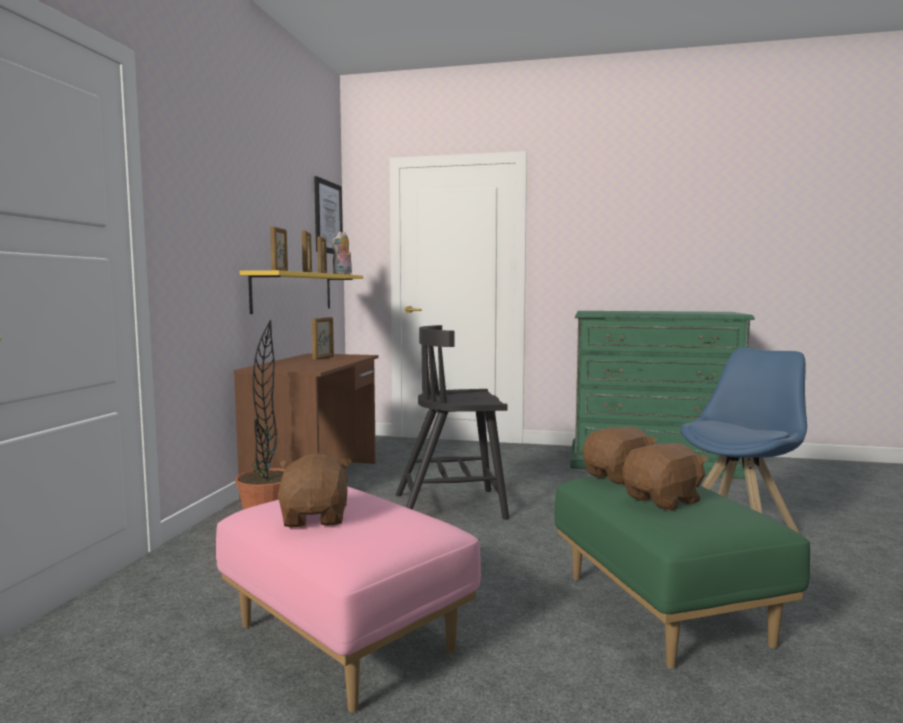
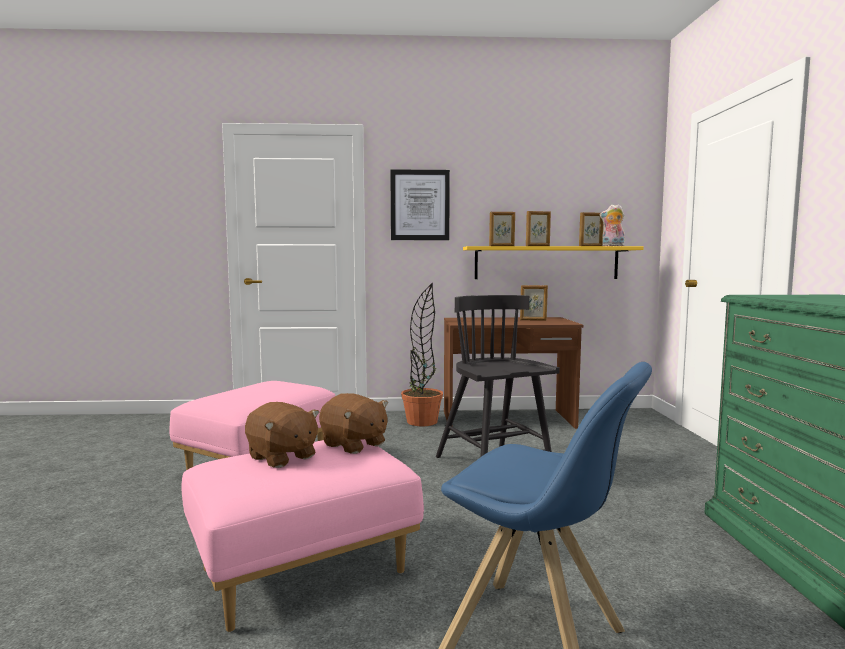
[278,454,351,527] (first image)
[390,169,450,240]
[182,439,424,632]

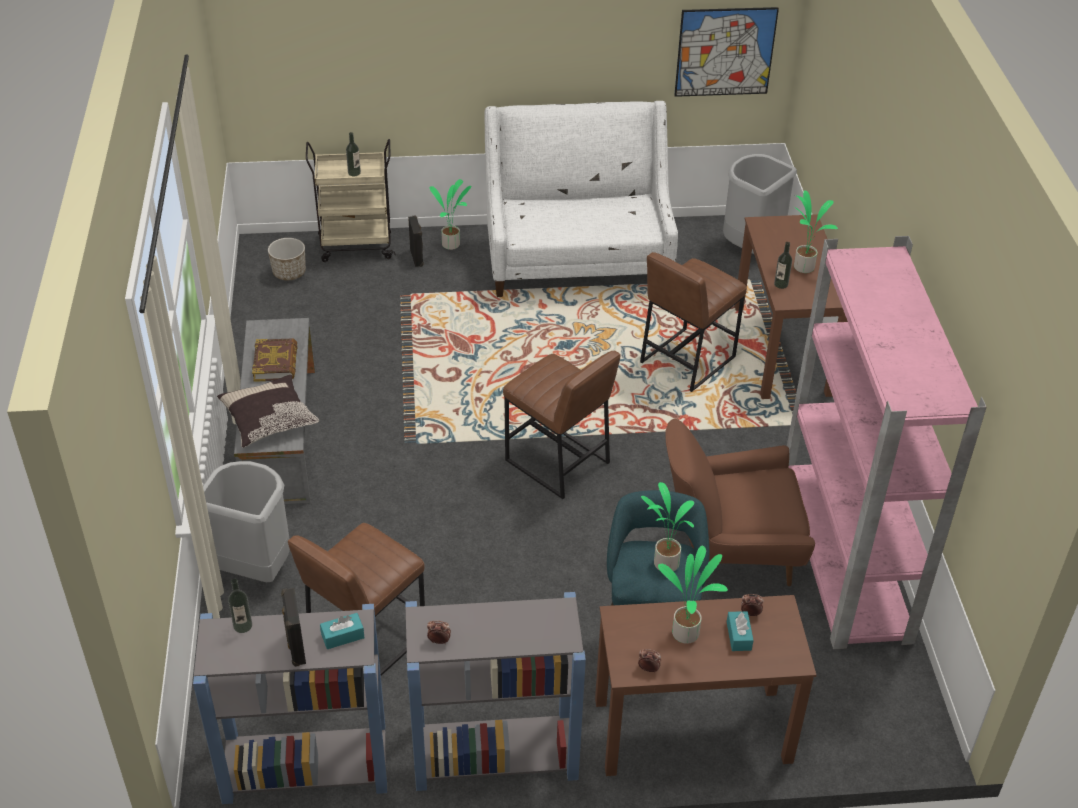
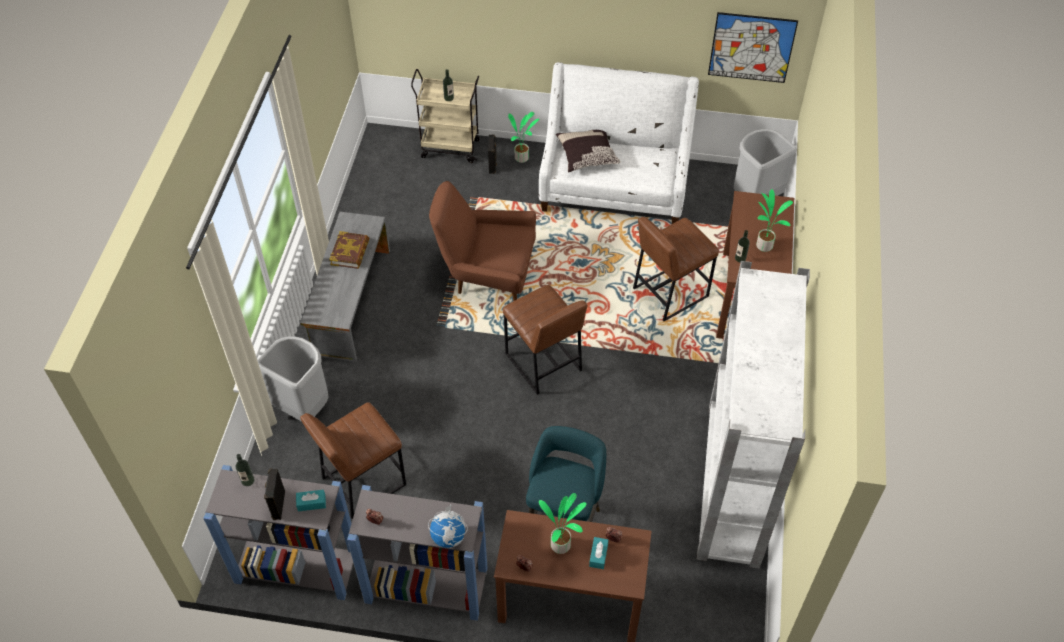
[268,238,306,280] (first image)
[641,482,694,572] (first image)
[428,504,468,548]
[556,130,621,172]
[429,181,536,301]
[696,261,810,569]

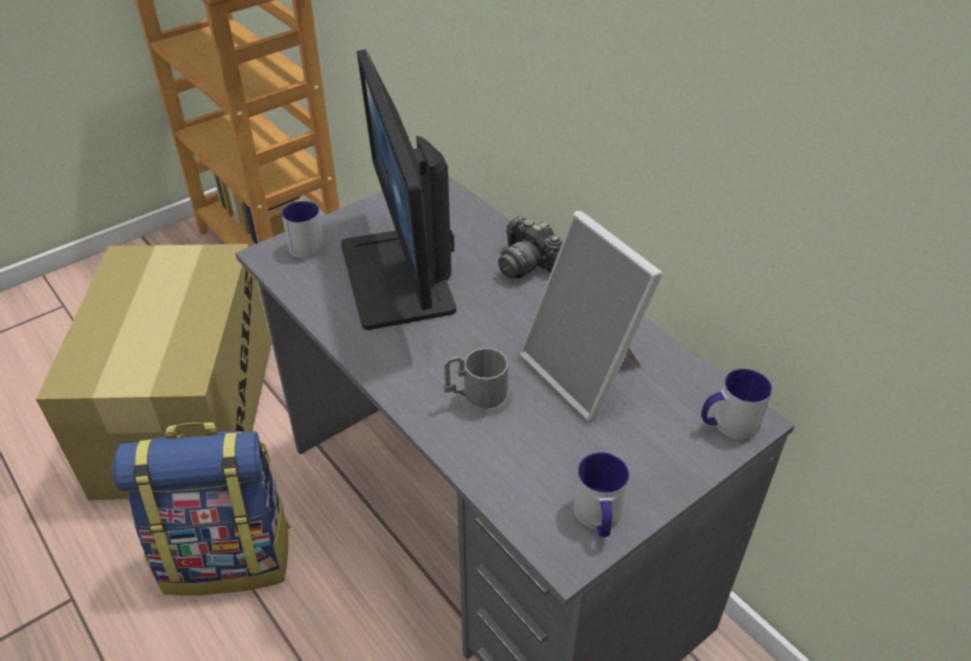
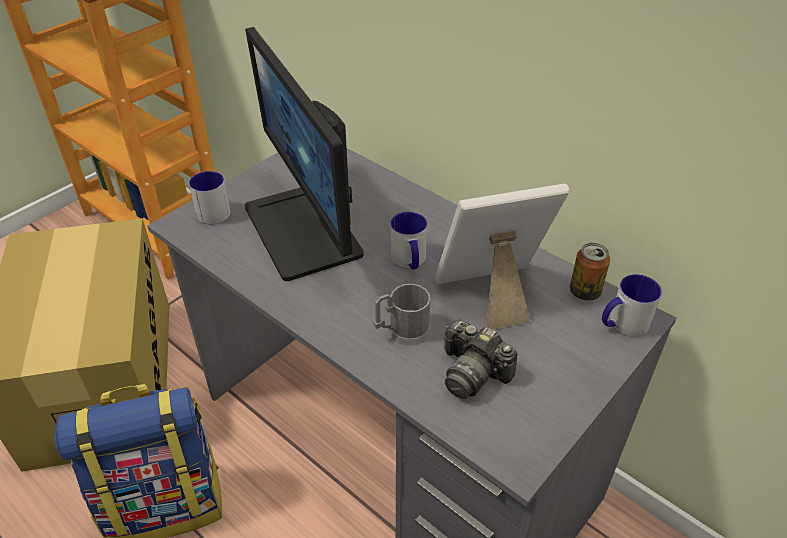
[570,243,610,301]
[444,319,518,399]
[390,212,427,269]
[435,184,570,329]

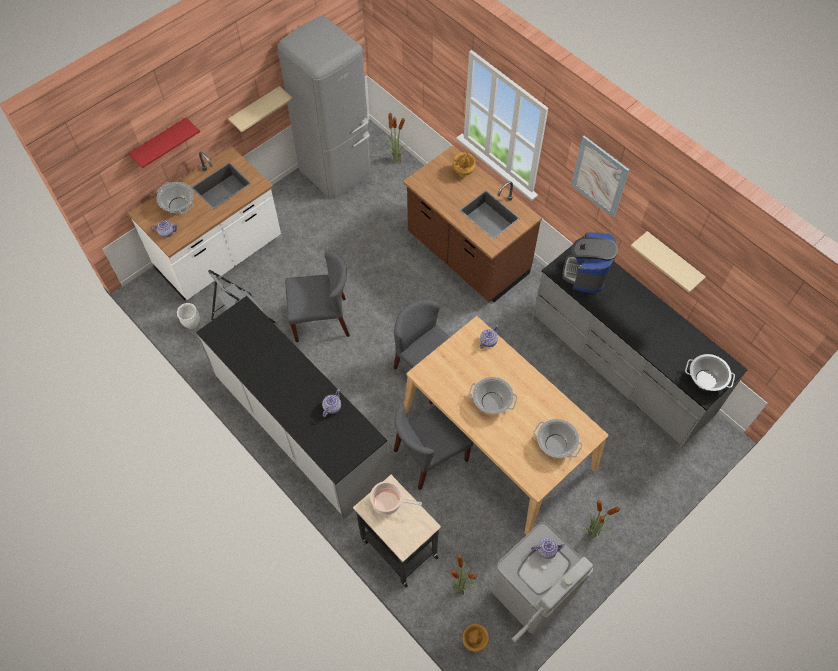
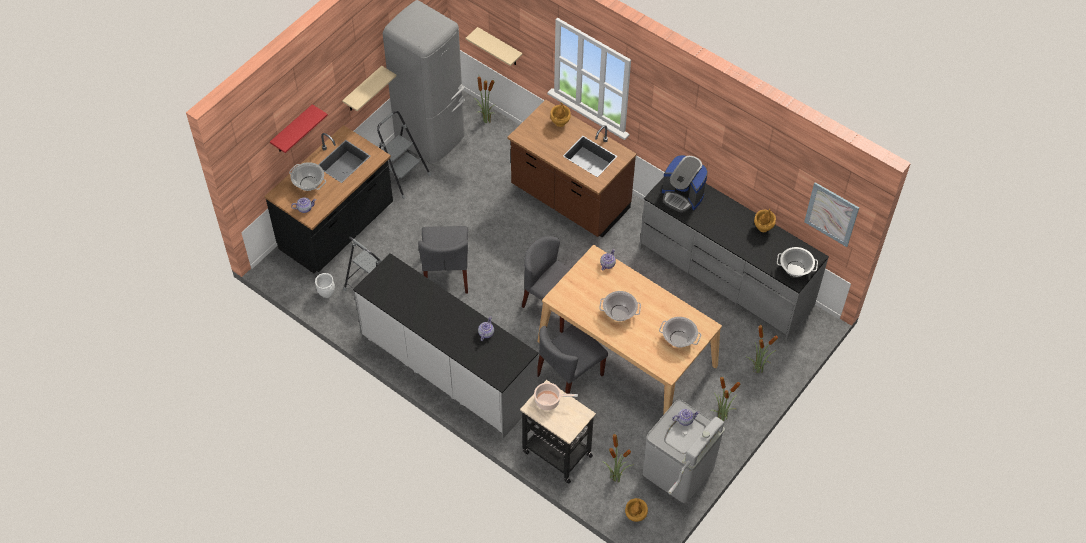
[377,111,431,199]
[747,325,778,373]
[754,209,776,232]
[804,182,859,247]
[465,27,523,66]
[264,125,393,273]
[418,226,468,294]
[662,155,708,213]

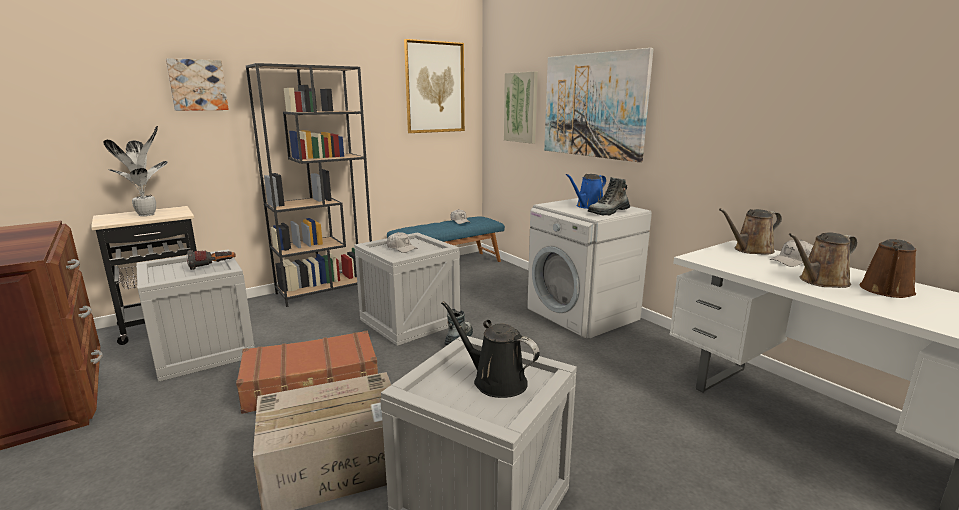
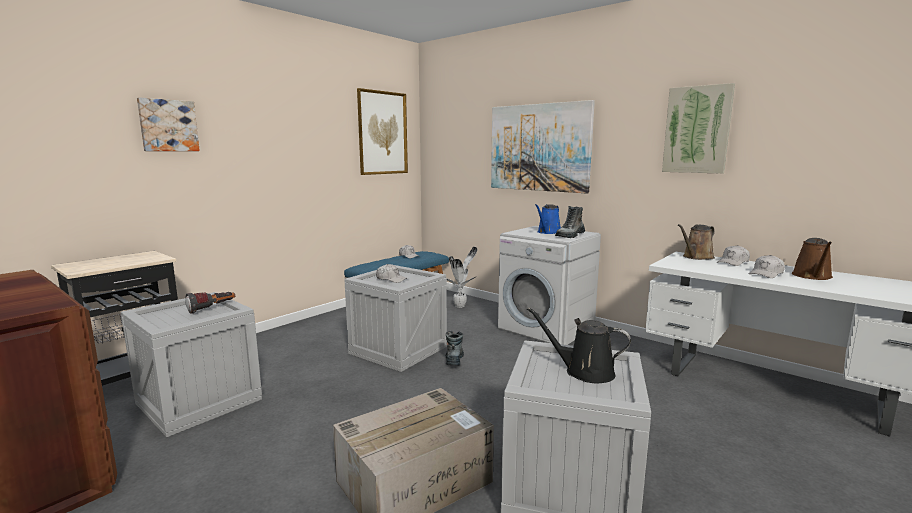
[236,331,378,414] (first image)
[246,63,372,307] (first image)
[447,247,477,308]
[662,83,735,174]
[749,255,785,278]

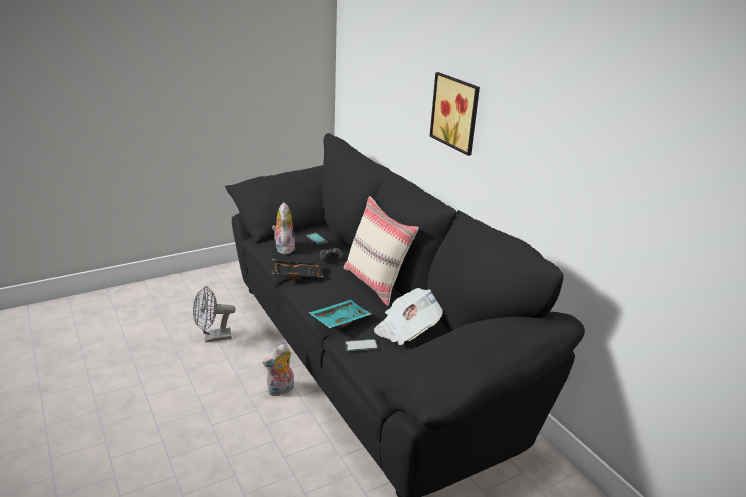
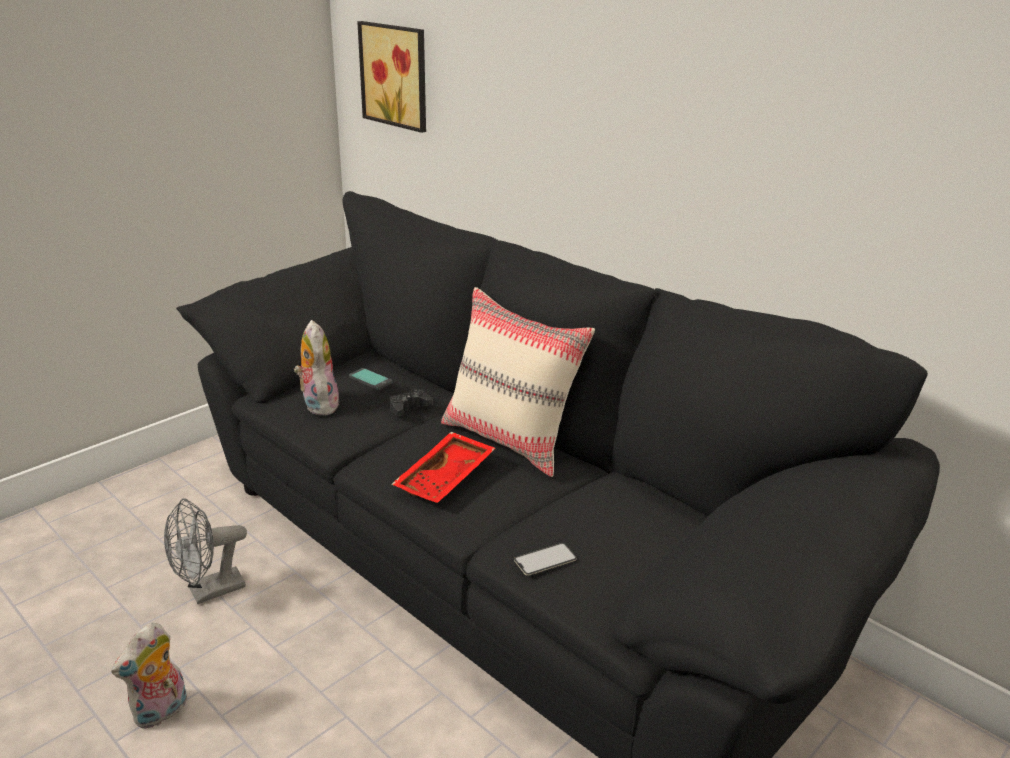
[272,259,323,279] (first image)
[309,300,371,328] (first image)
[374,288,443,345] (first image)
[392,432,495,503]
[111,622,187,729]
[357,21,426,133]

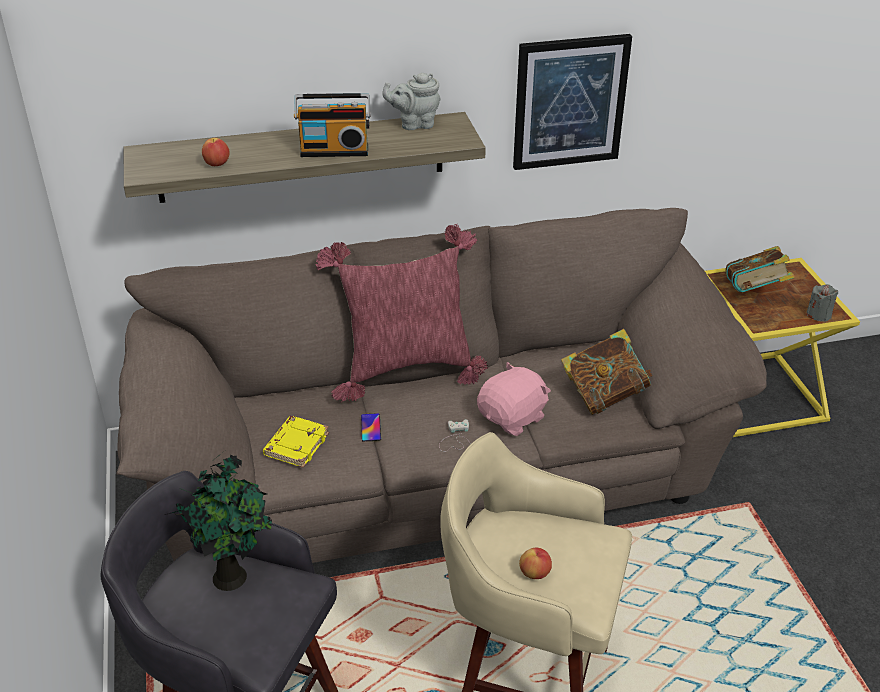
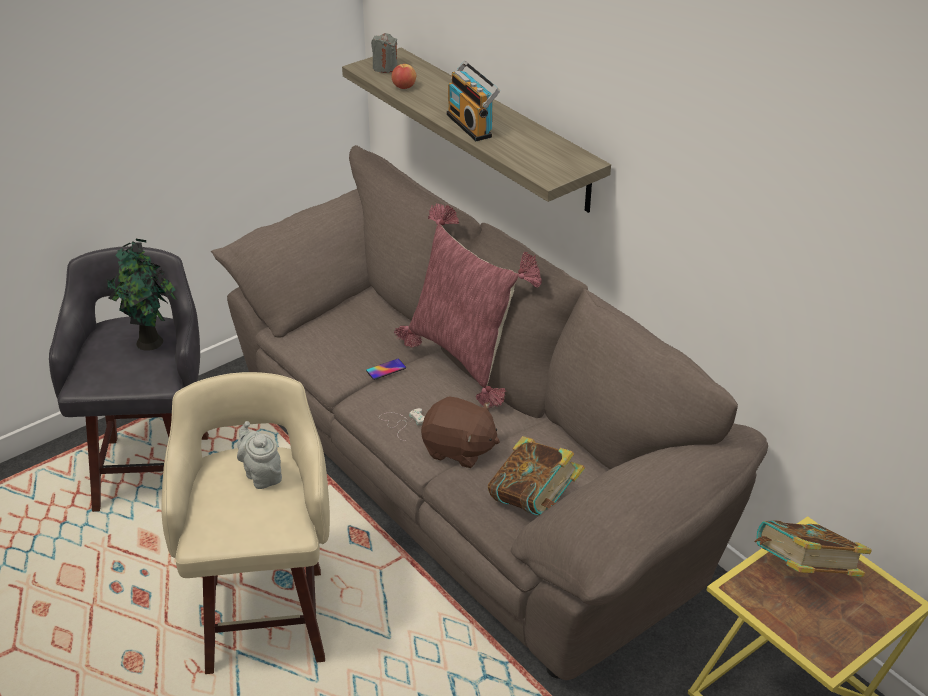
[263,416,329,468] (first image)
[513,34,632,170] (first image)
[519,548,552,579] (first image)
[237,421,282,489]
[371,33,397,73]
[421,396,500,468]

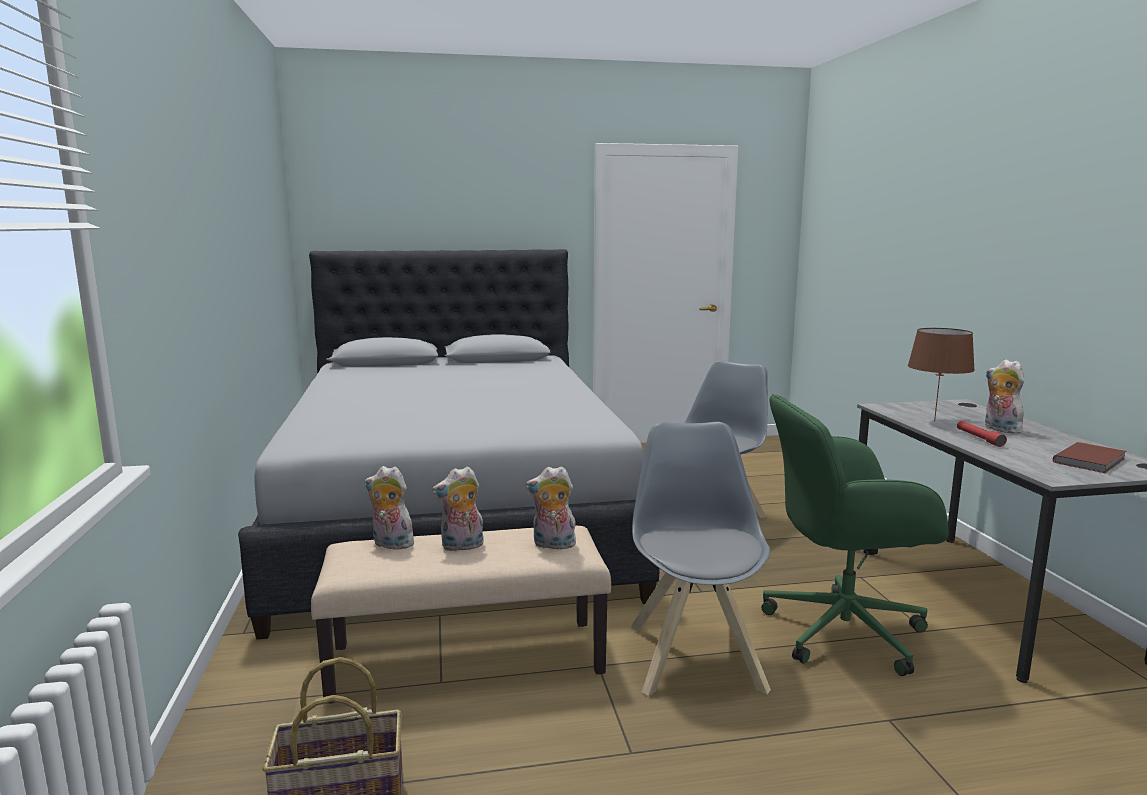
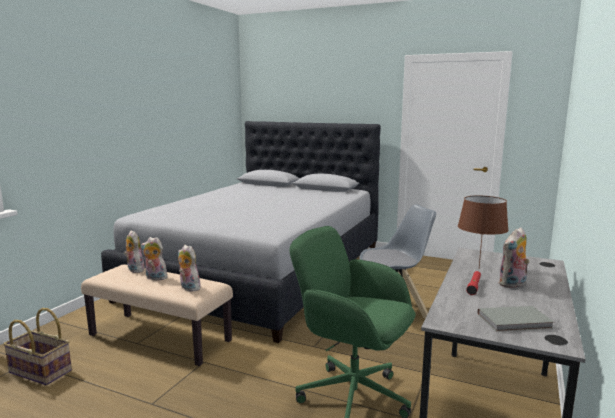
[630,422,771,696] (first image)
[477,306,554,332]
[499,228,530,288]

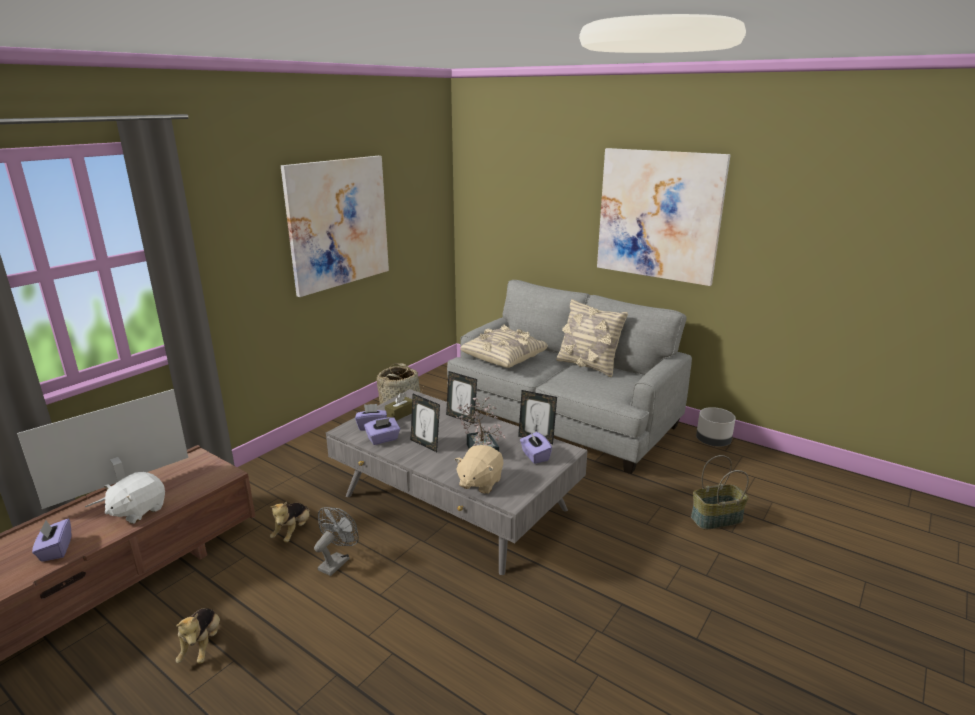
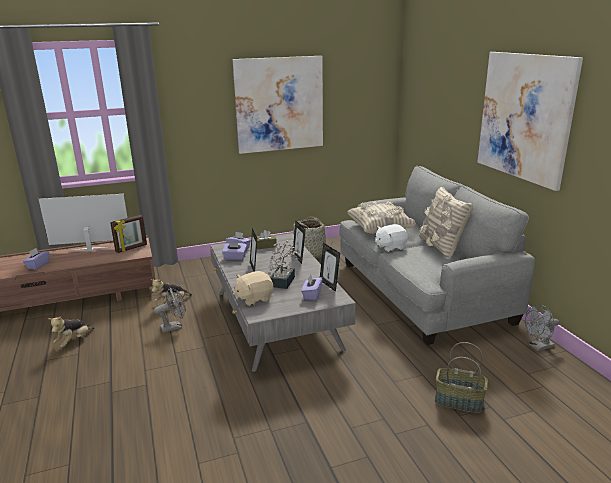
[110,215,147,253]
[375,224,408,252]
[525,304,559,351]

